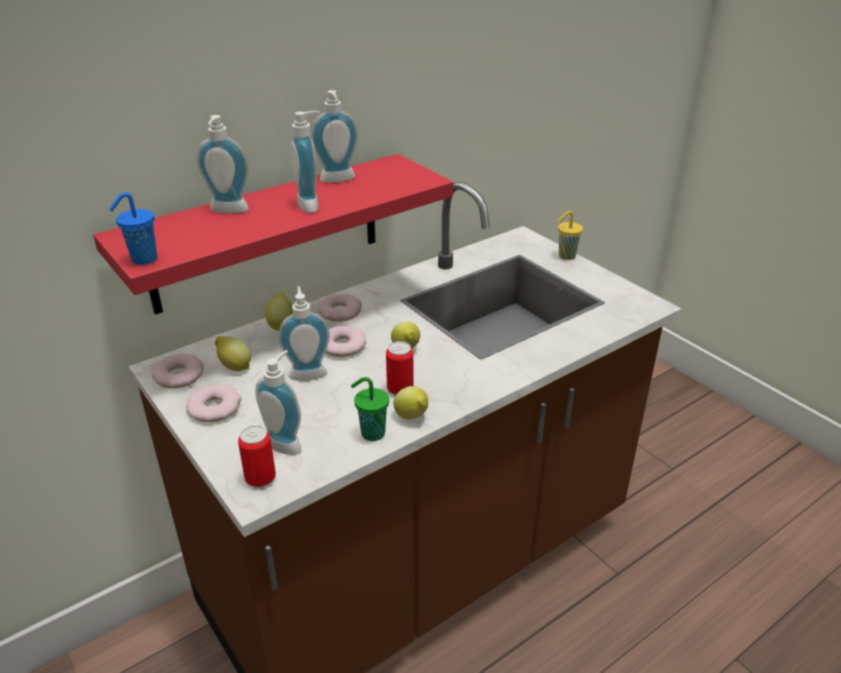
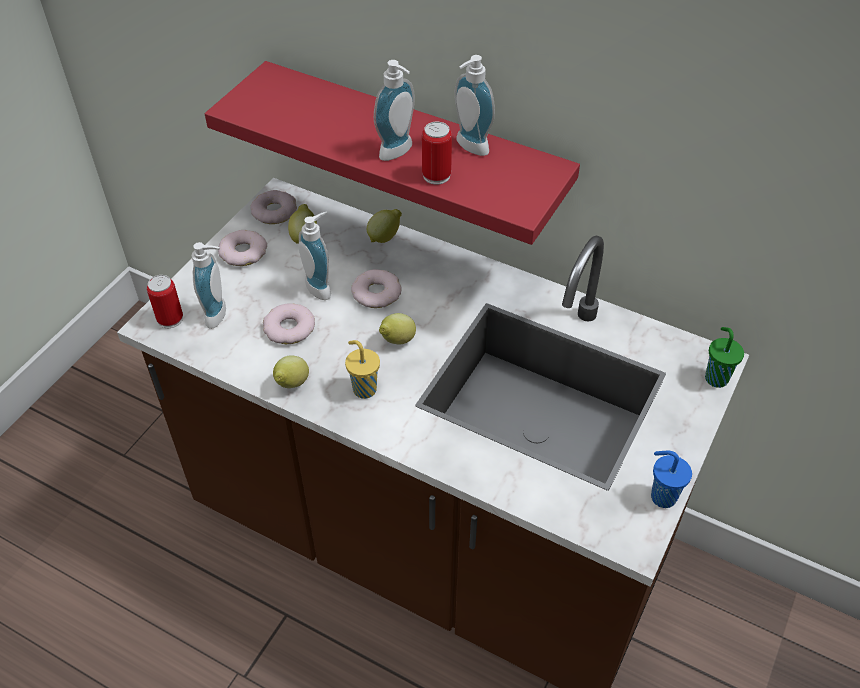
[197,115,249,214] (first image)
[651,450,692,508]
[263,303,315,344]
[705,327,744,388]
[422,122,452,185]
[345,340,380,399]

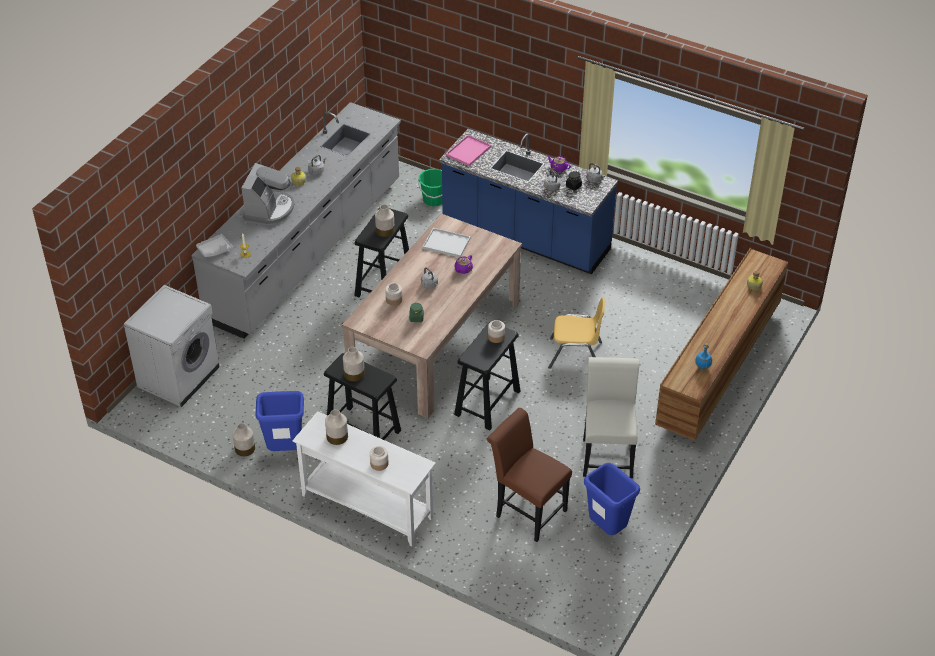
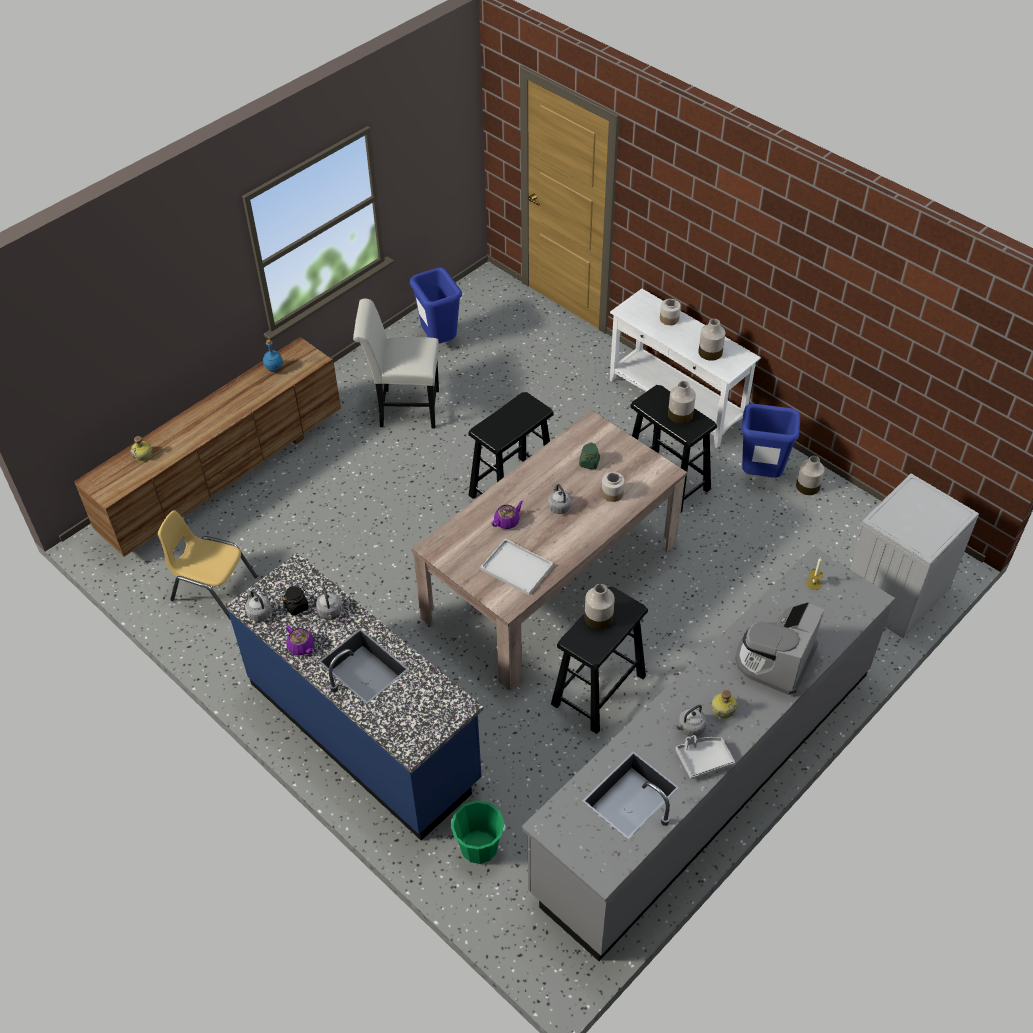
[446,135,491,166] (first image)
[487,408,572,542] (first image)
[488,320,505,343] (first image)
[675,735,735,779]
[158,510,258,620]
[353,299,439,429]

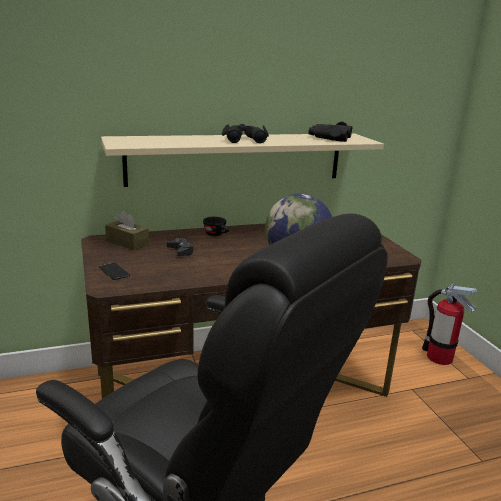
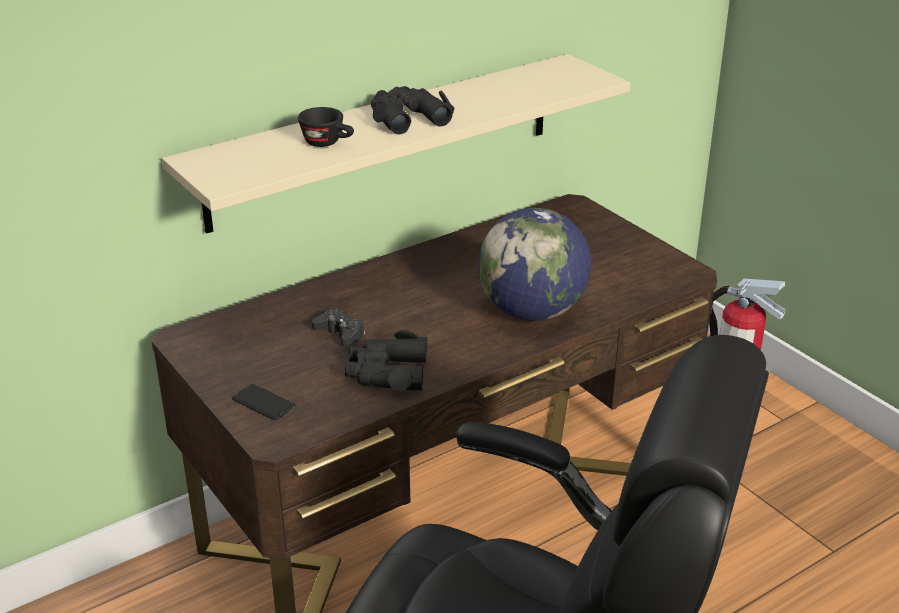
[105,211,149,250] (first image)
[298,107,354,147]
[345,330,427,391]

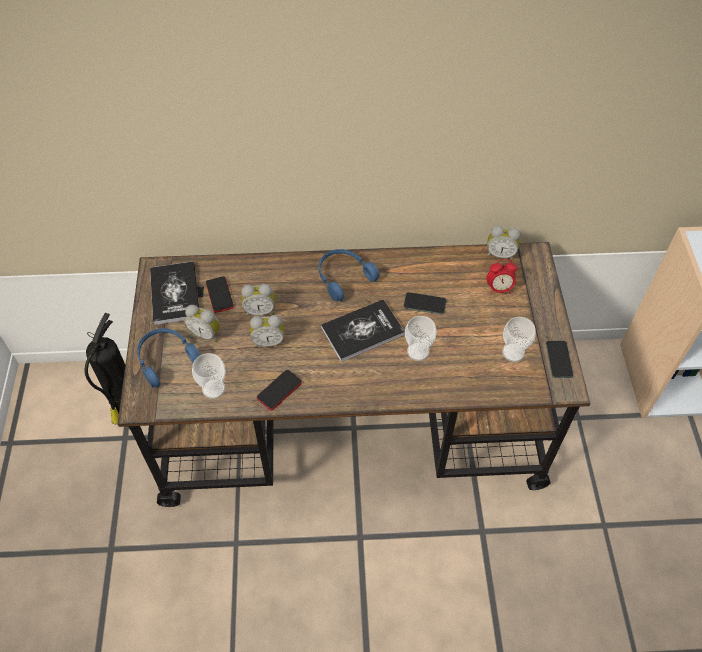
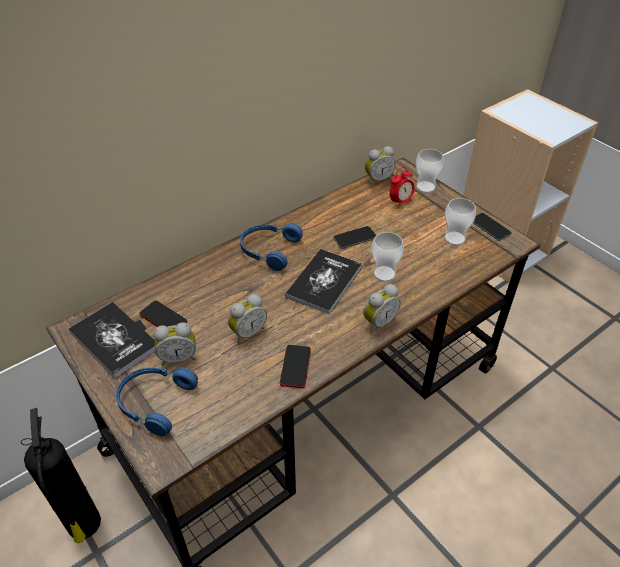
[416,149,444,193]
[363,284,401,333]

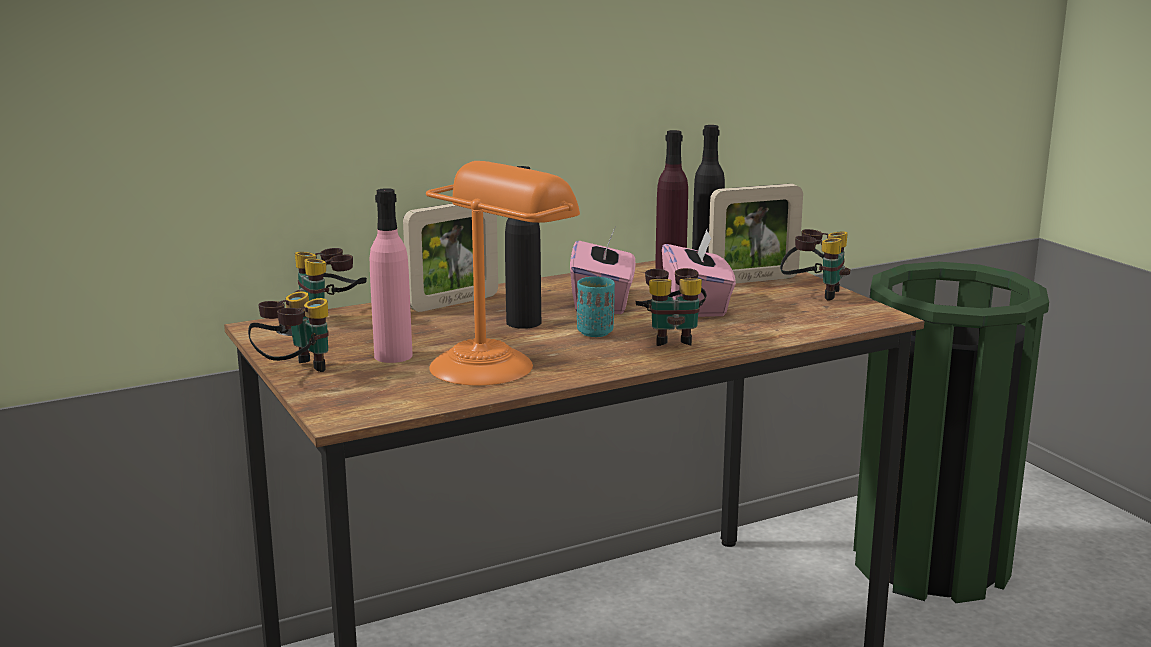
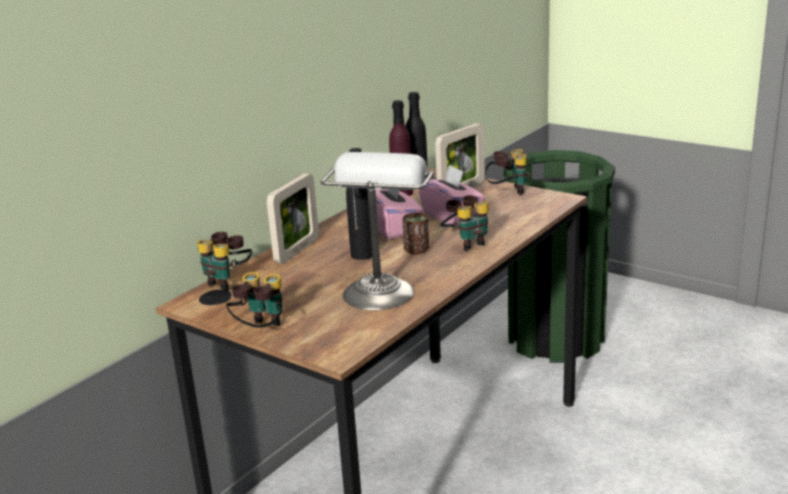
[370,188,412,363] (first image)
[320,152,434,310]
[403,213,429,254]

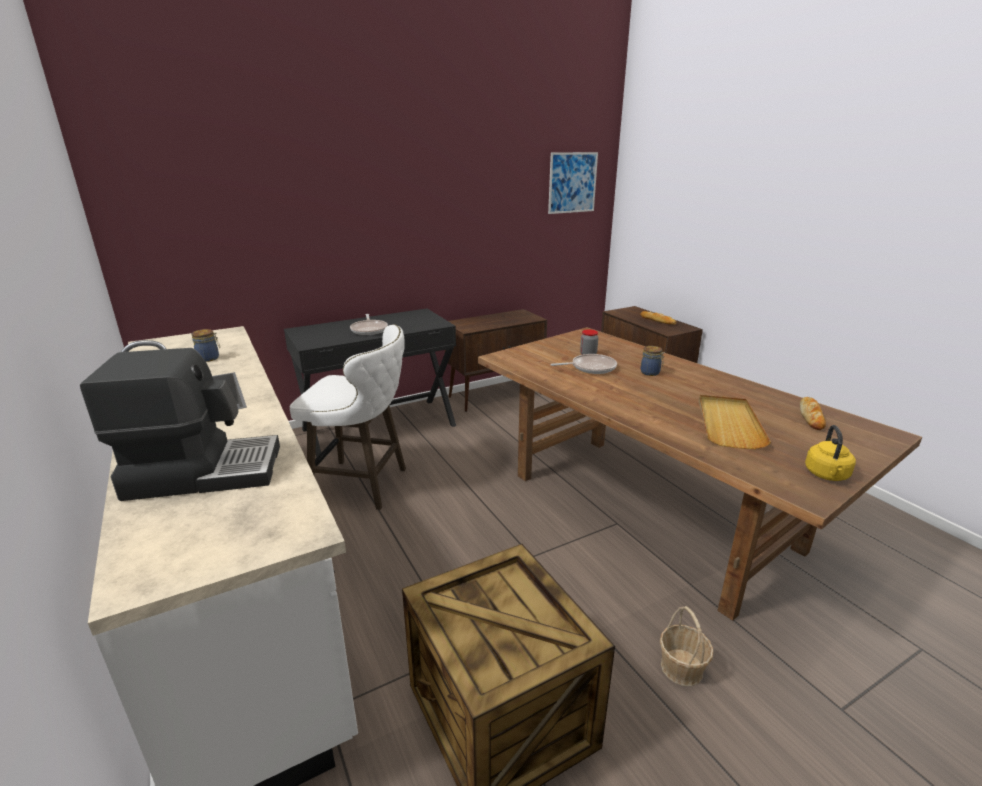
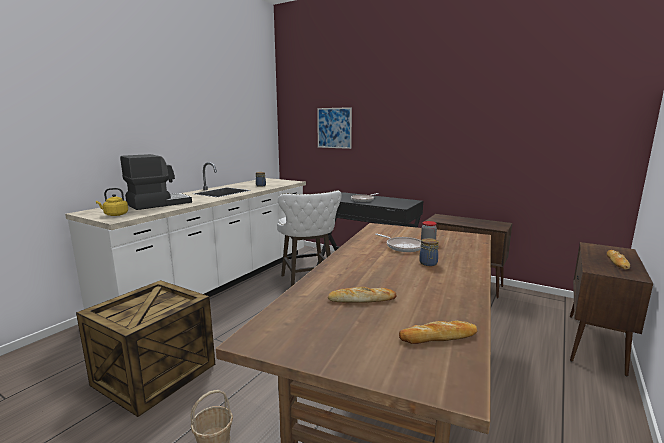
[317,107,352,149]
[96,188,128,216]
[328,287,397,303]
[120,154,192,210]

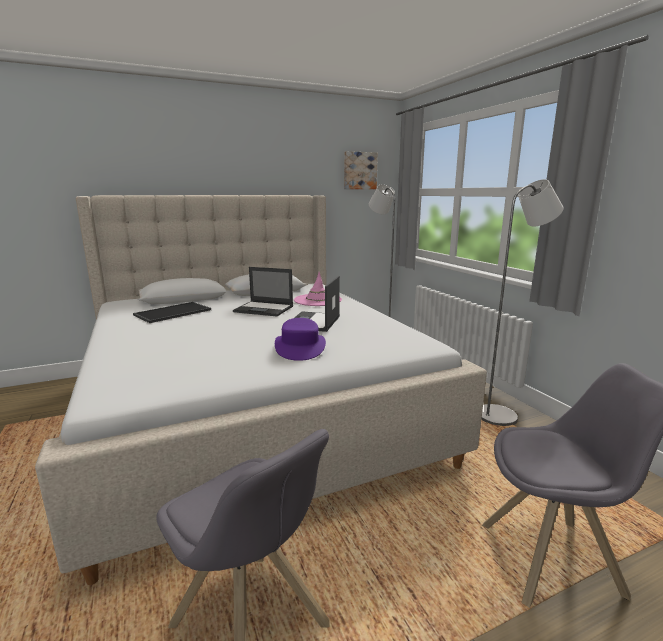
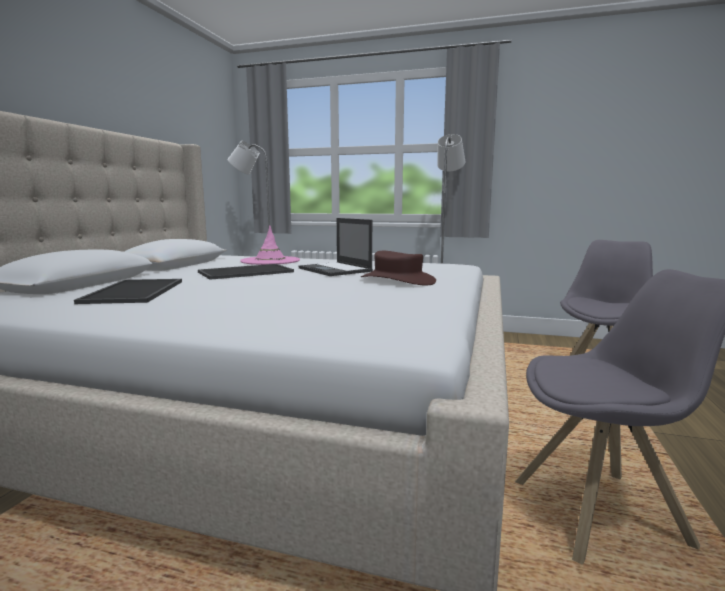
[344,151,378,189] (first image)
[198,264,294,280]
[361,251,436,285]

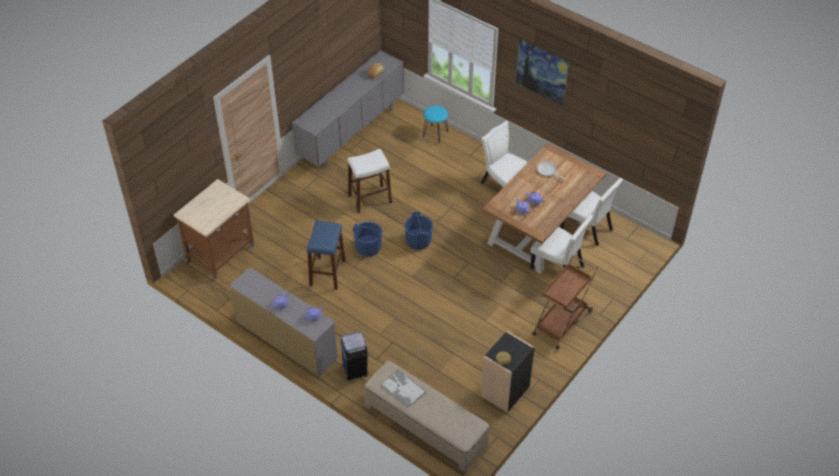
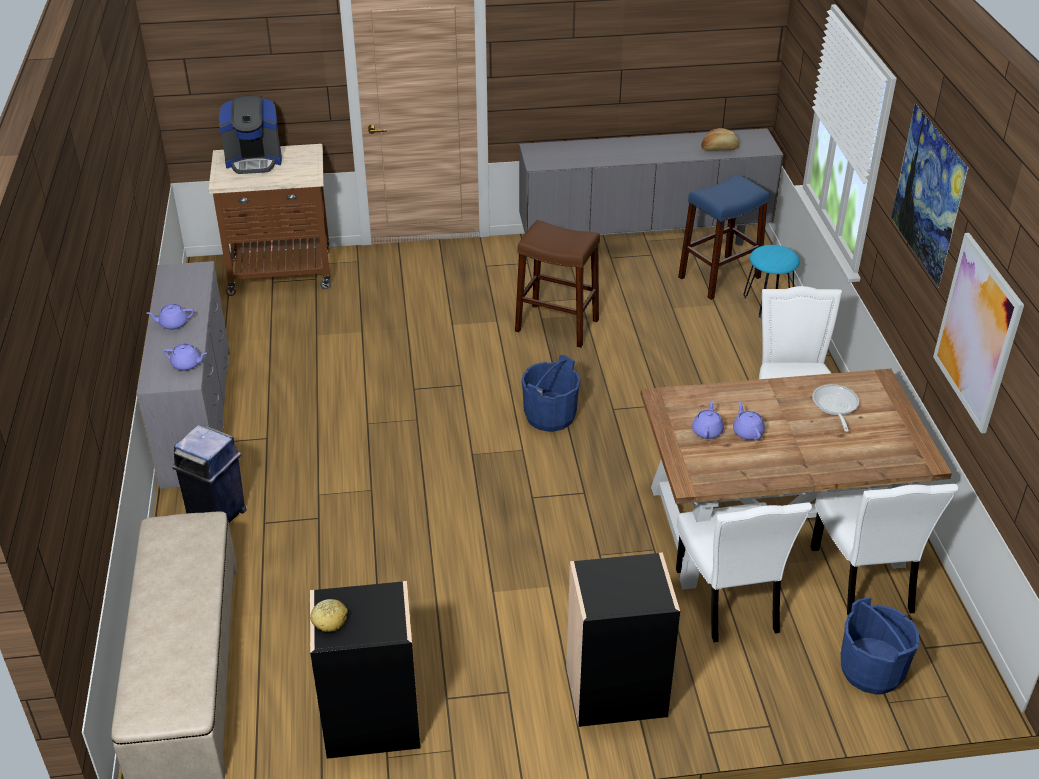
[380,369,426,408] (first image)
[219,95,282,174]
[933,233,1024,433]
[678,174,769,300]
[841,597,920,694]
[566,552,680,727]
[515,220,600,348]

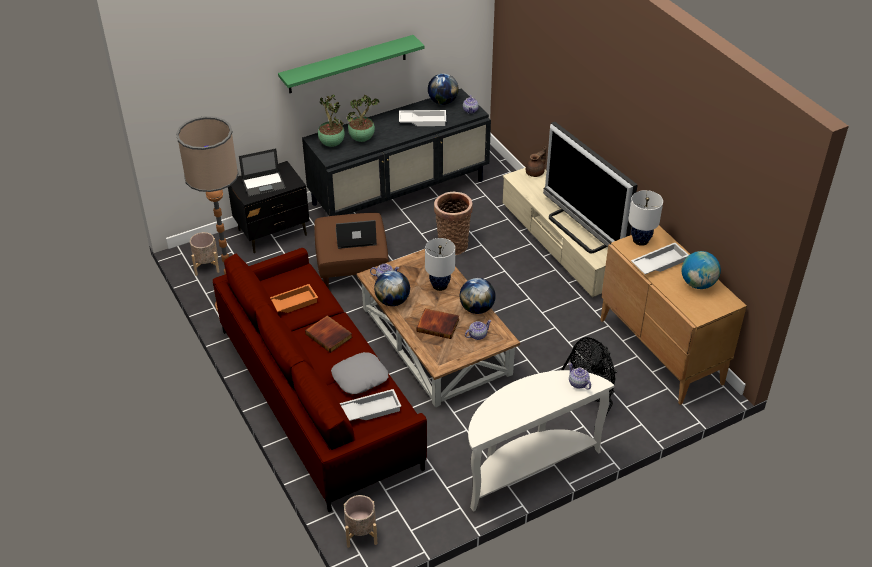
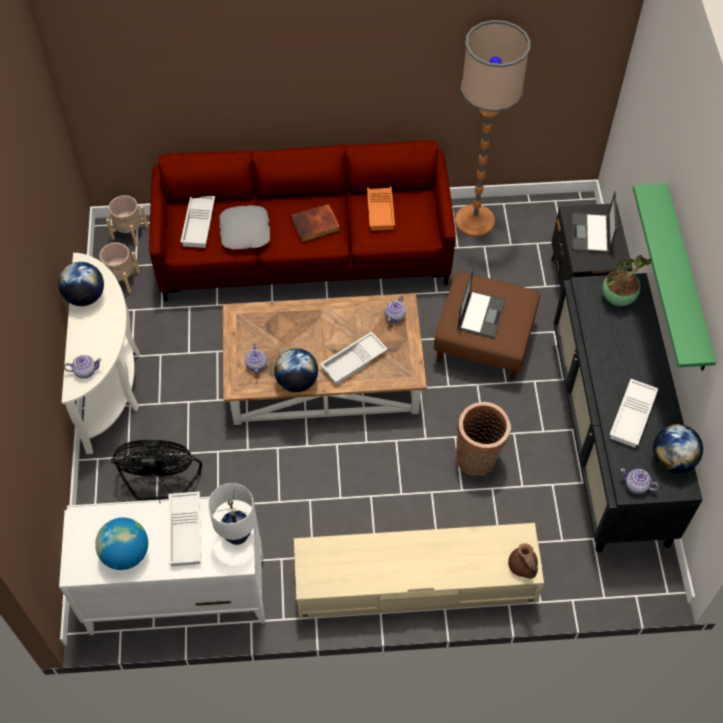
[347,95,379,142] (first image)
[417,308,459,339] (first image)
[543,122,638,253] (first image)
[100,242,140,293]
[58,262,104,306]
[320,331,388,385]
[59,494,265,635]

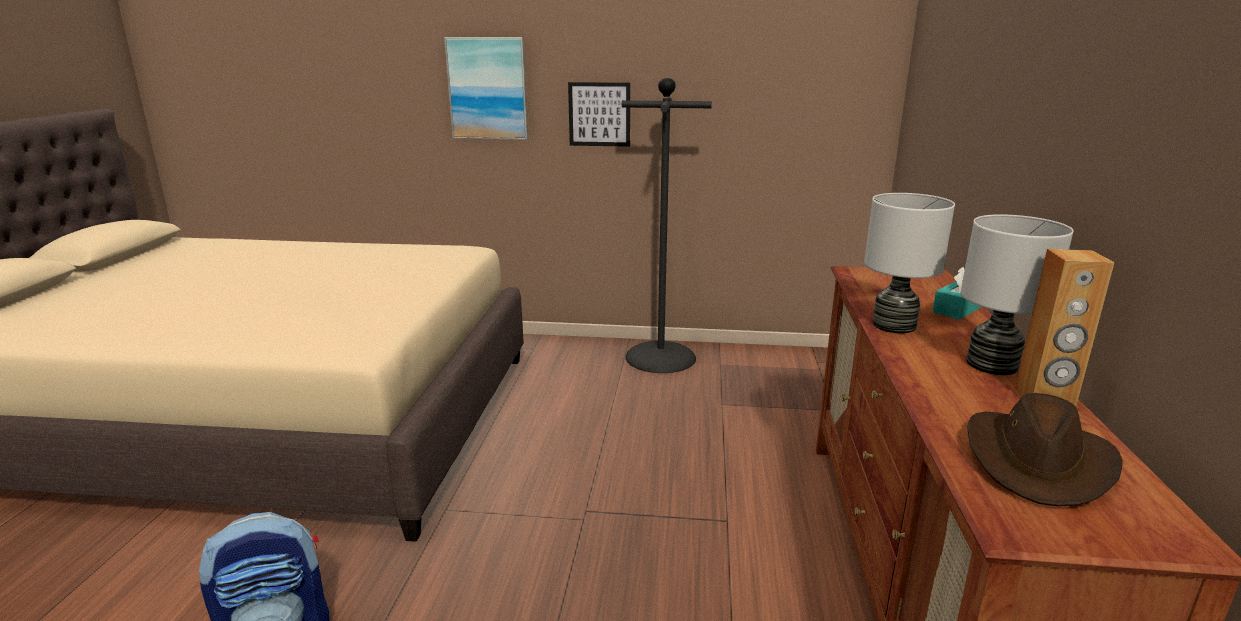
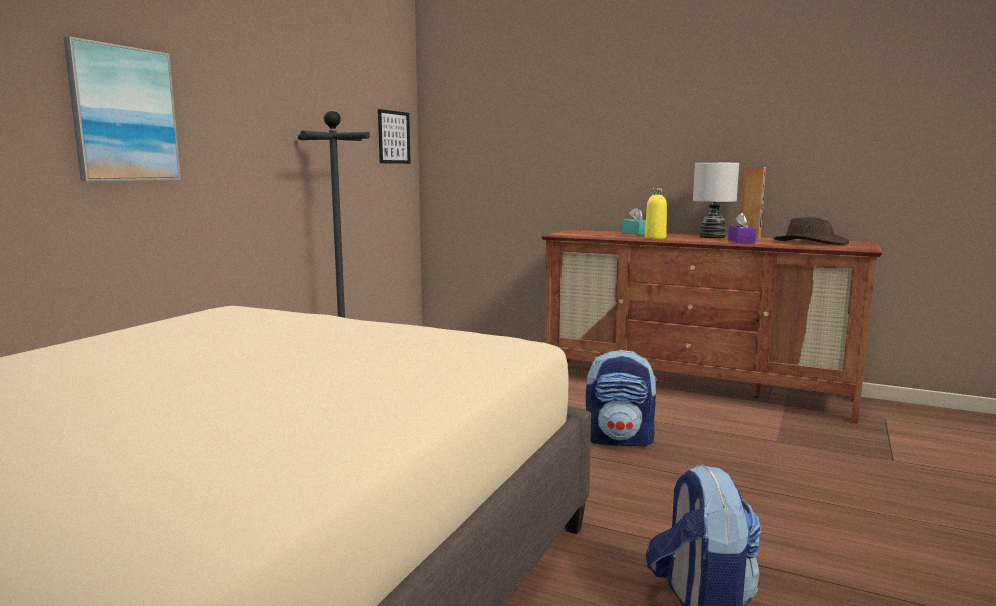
[586,350,658,447]
[728,213,756,243]
[378,109,411,164]
[645,188,667,239]

